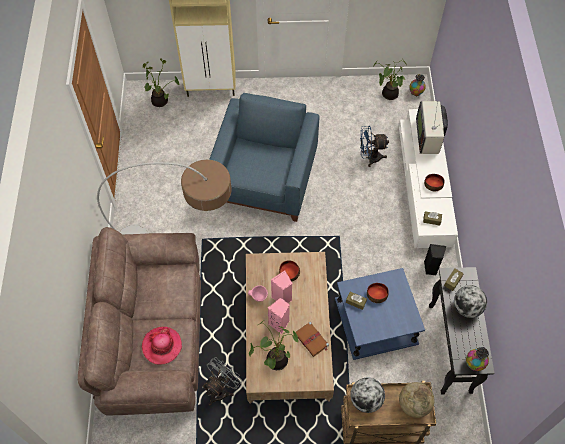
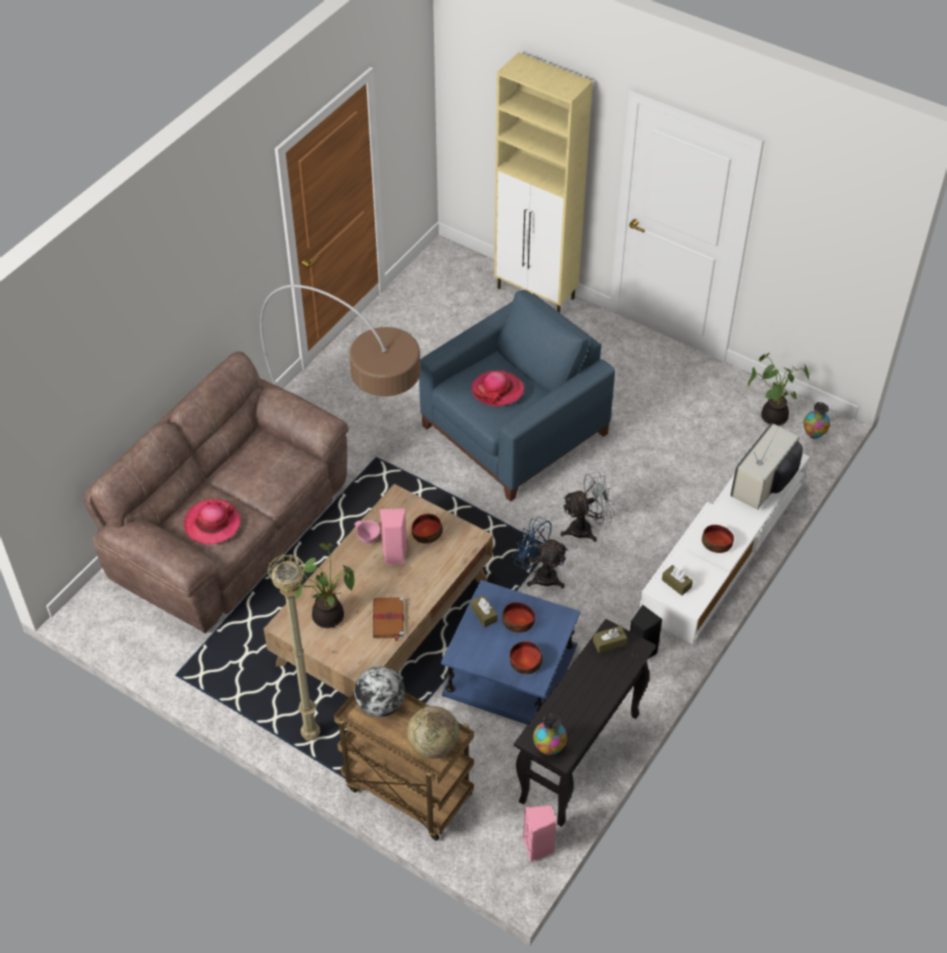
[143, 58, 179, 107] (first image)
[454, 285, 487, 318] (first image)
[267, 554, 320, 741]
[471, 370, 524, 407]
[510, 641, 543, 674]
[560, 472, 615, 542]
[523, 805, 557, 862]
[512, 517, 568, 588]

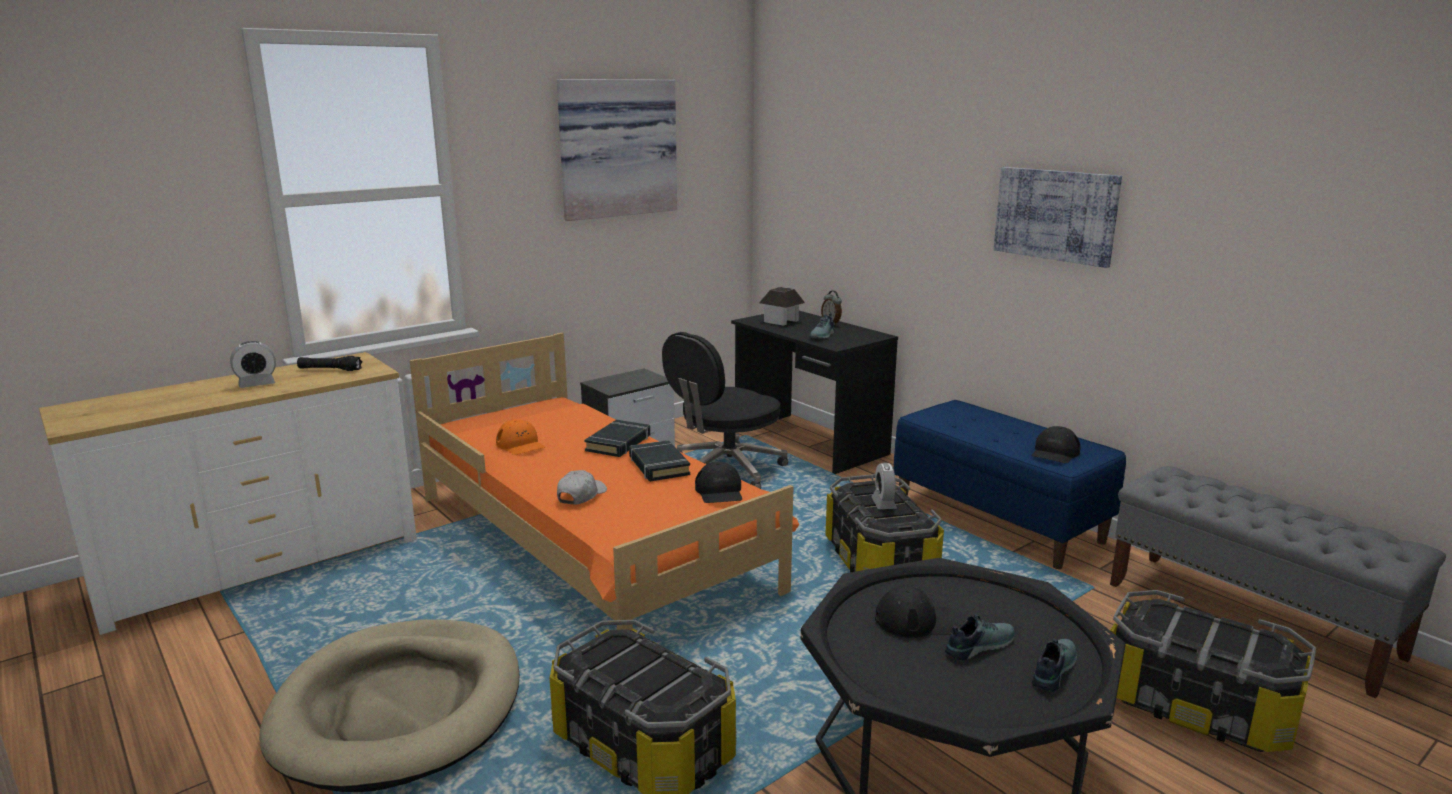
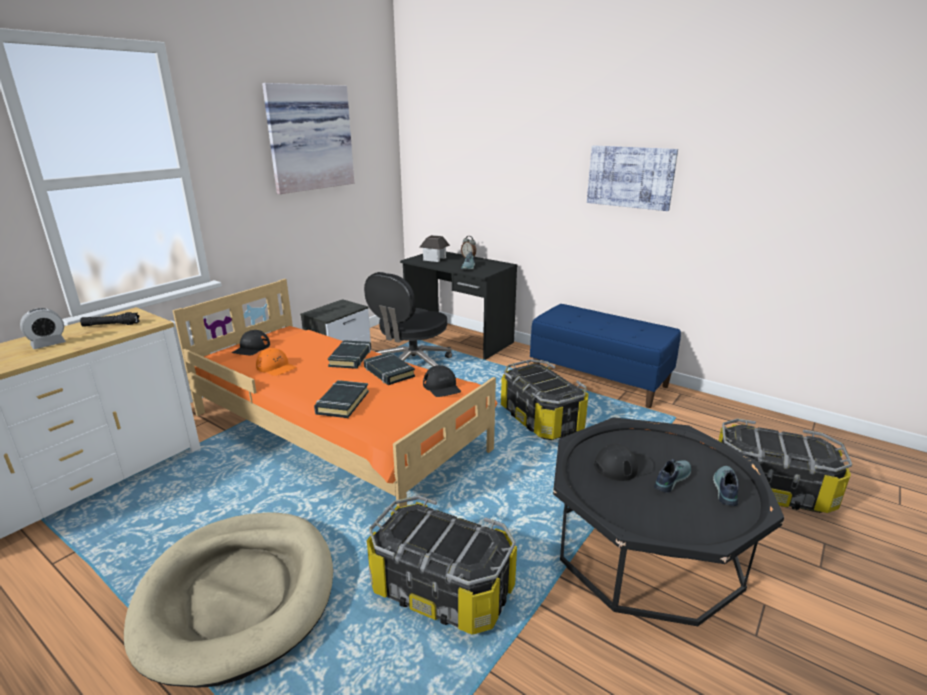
[871, 463, 897, 509] (first image)
[1110, 466, 1446, 698] (first image)
[232, 330, 270, 355]
[314, 380, 369, 418]

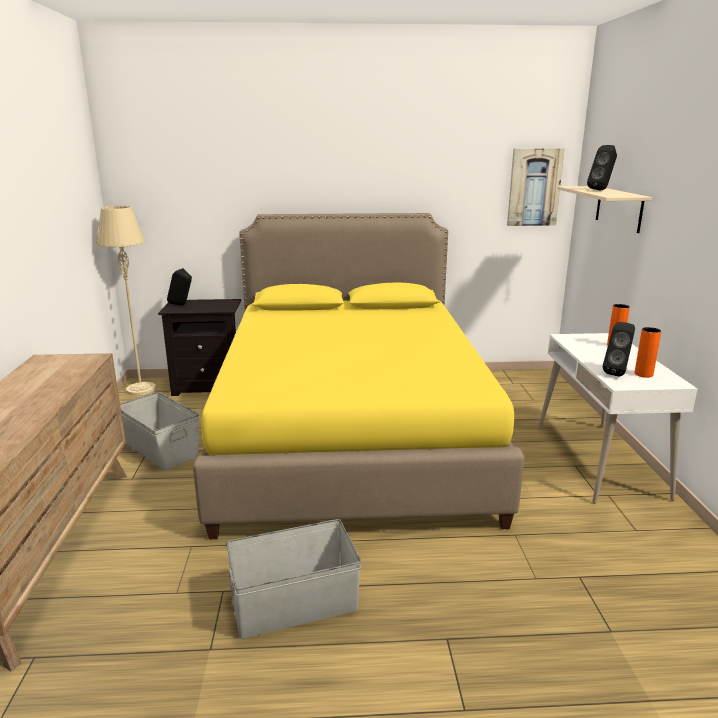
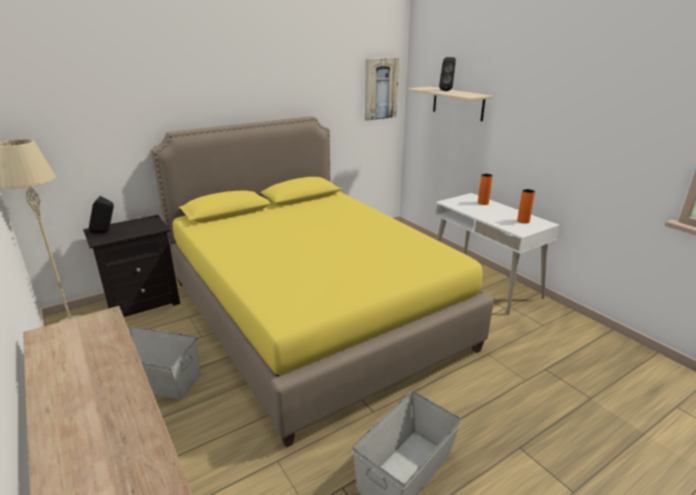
[603, 322, 635, 377] (first image)

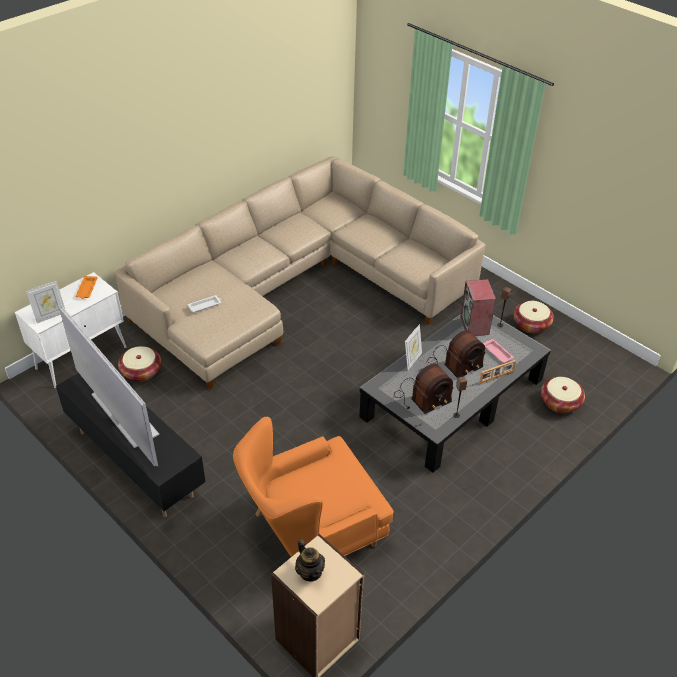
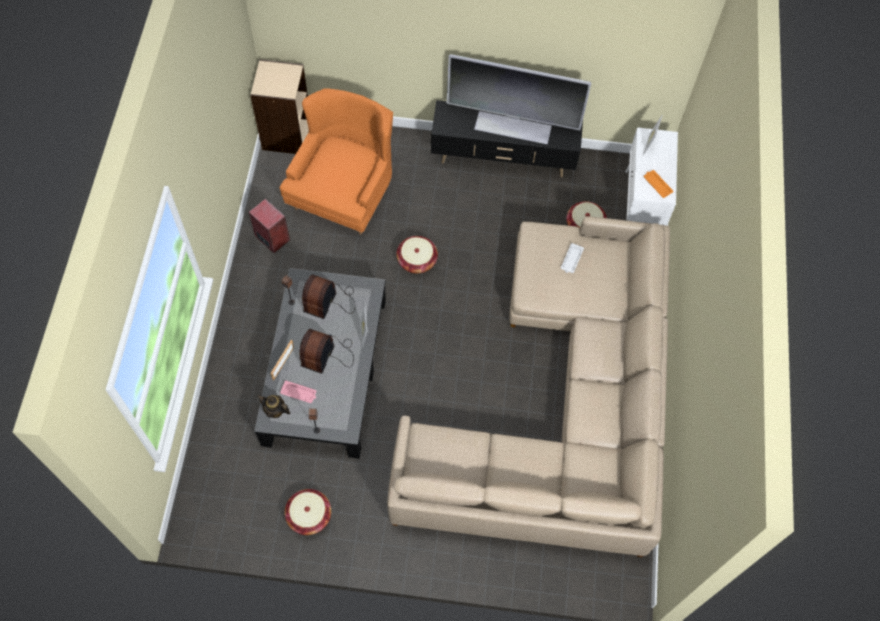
[257, 395, 290, 418]
[249, 199, 290, 253]
[396, 236, 438, 273]

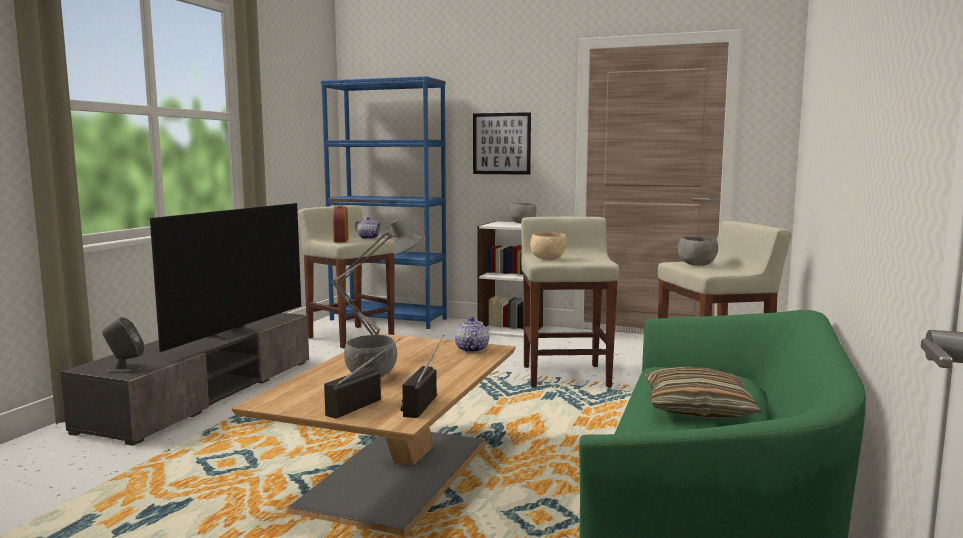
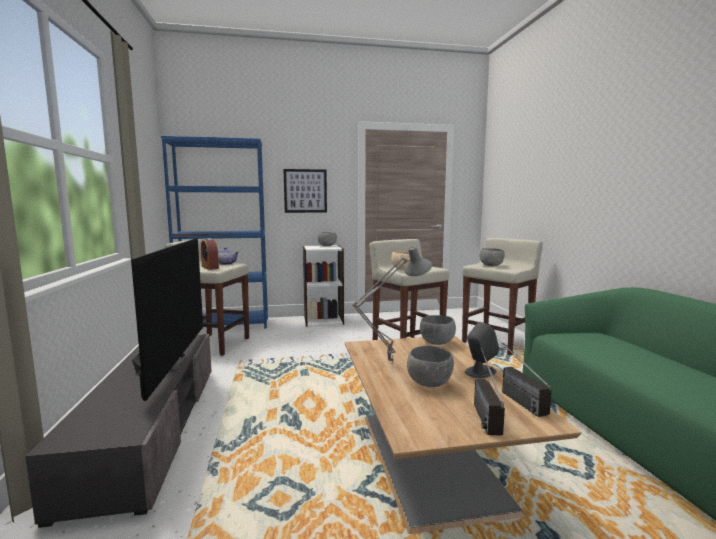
[645, 367, 762, 418] (first image)
[465, 322, 499, 378]
[420, 315, 456, 345]

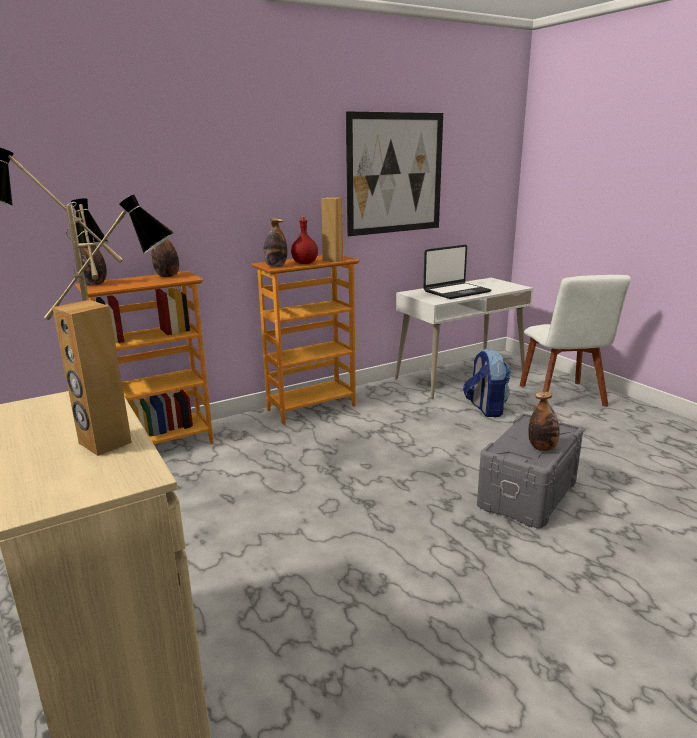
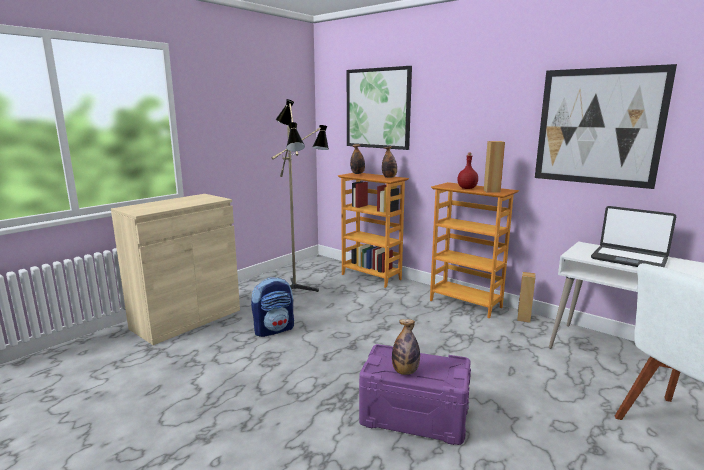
[263, 218, 287, 267] (first image)
[347, 66, 412, 150]
[517, 272, 536, 323]
[251, 277, 294, 337]
[359, 344, 471, 445]

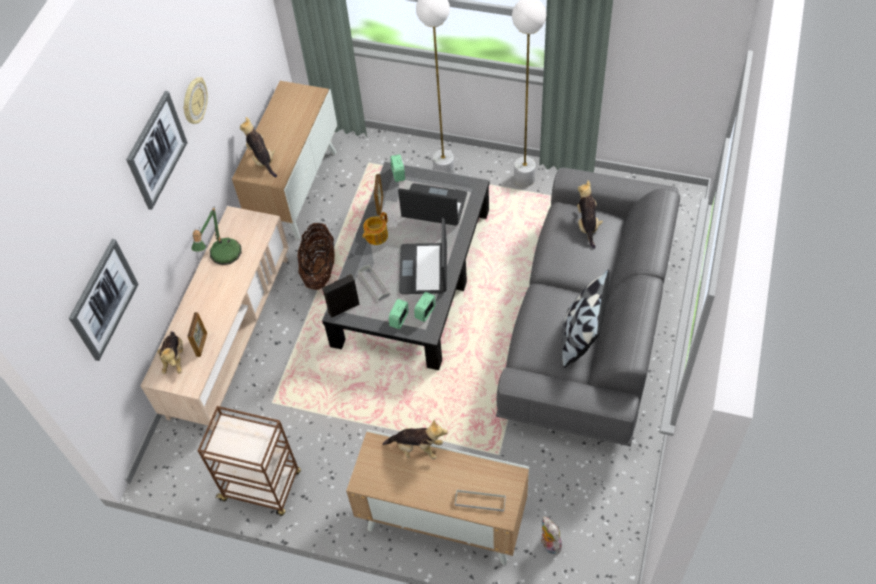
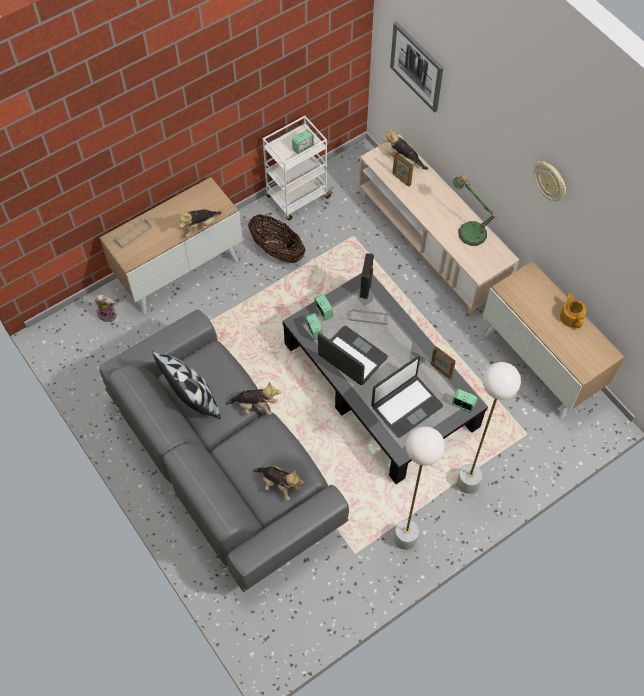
[126, 91, 188, 210] (first image)
[292, 130, 314, 154]
[226, 382, 281, 415]
[248, 214, 305, 263]
[560, 293, 586, 328]
[263, 116, 332, 221]

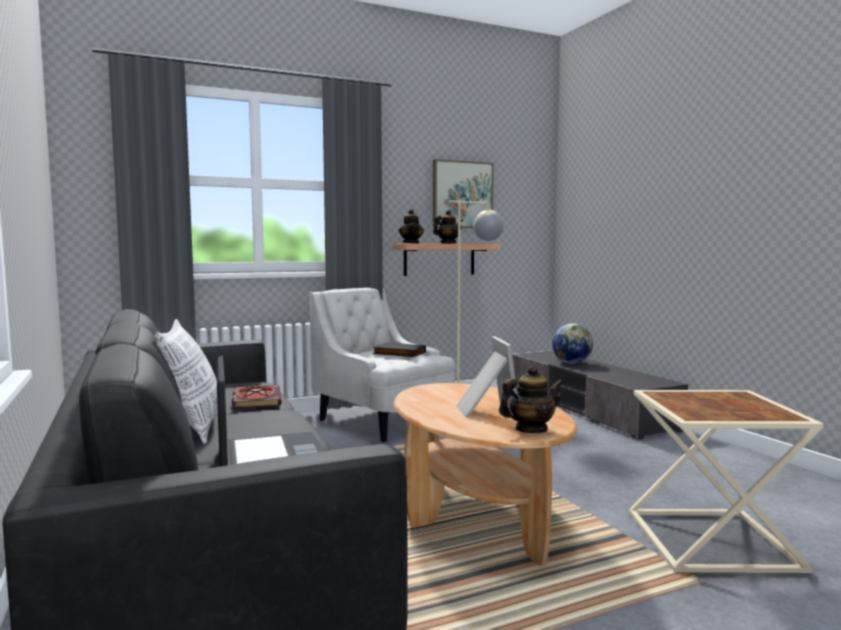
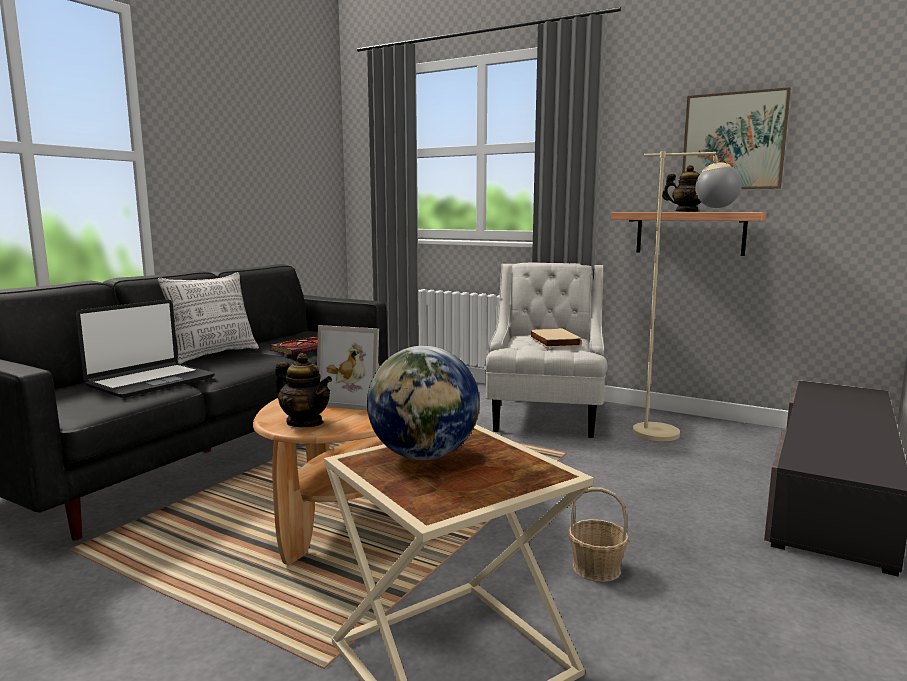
[398, 209, 424, 244] (first image)
[568, 487, 629, 582]
[367, 346, 479, 460]
[530, 328, 582, 348]
[317, 325, 380, 411]

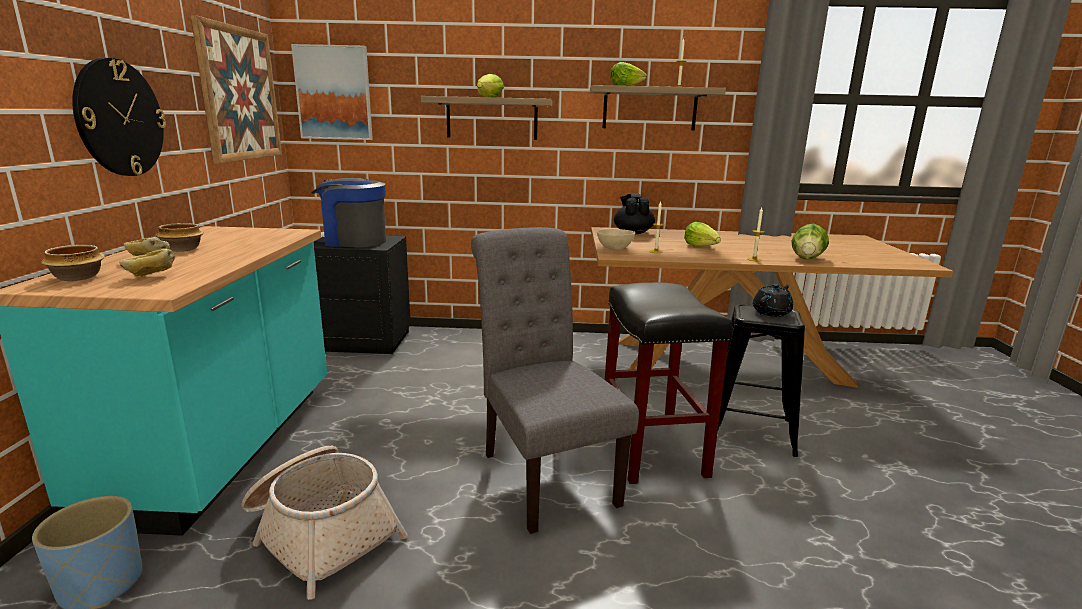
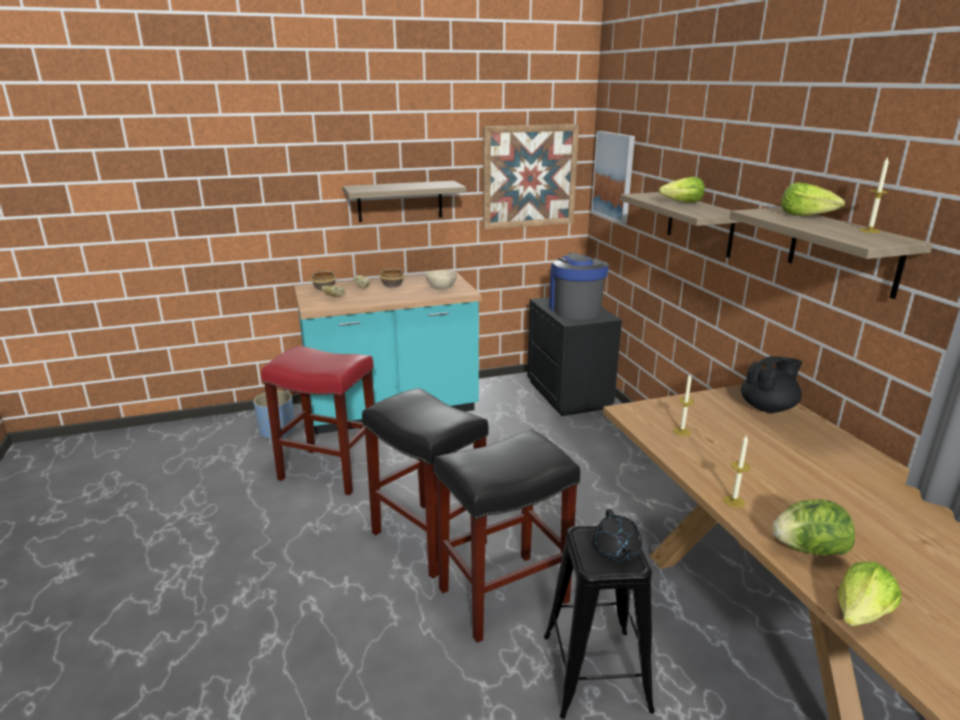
[425, 270, 457, 289]
[838, 561, 901, 626]
[342, 181, 467, 222]
[261, 346, 375, 495]
[362, 388, 489, 578]
[592, 509, 642, 562]

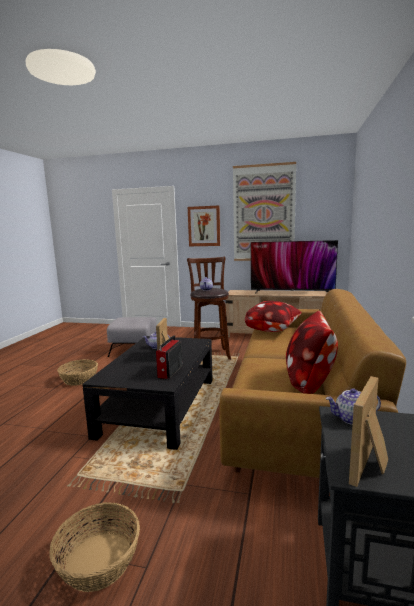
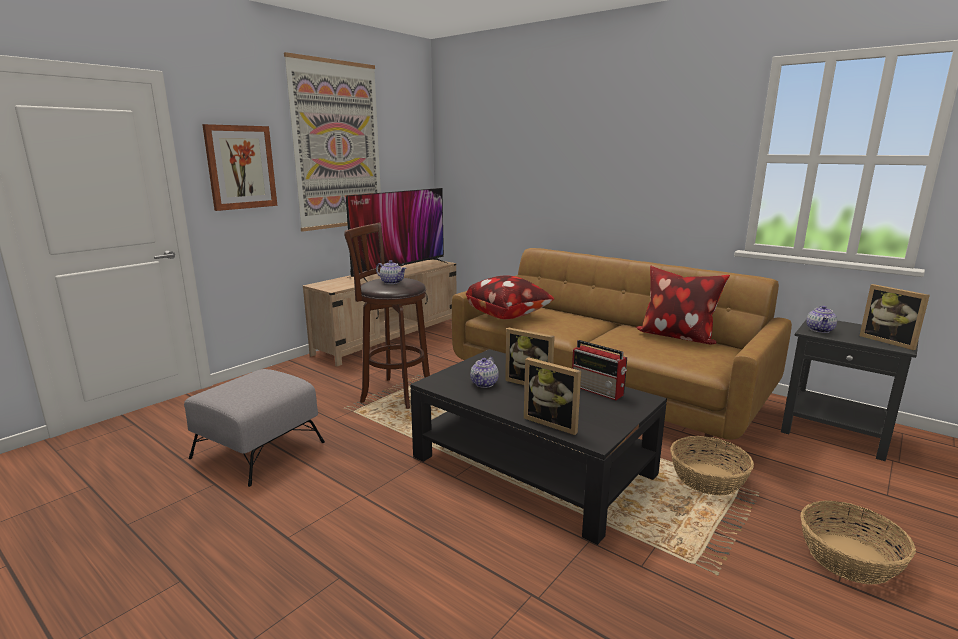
[524, 357, 581, 435]
[670, 436, 754, 495]

